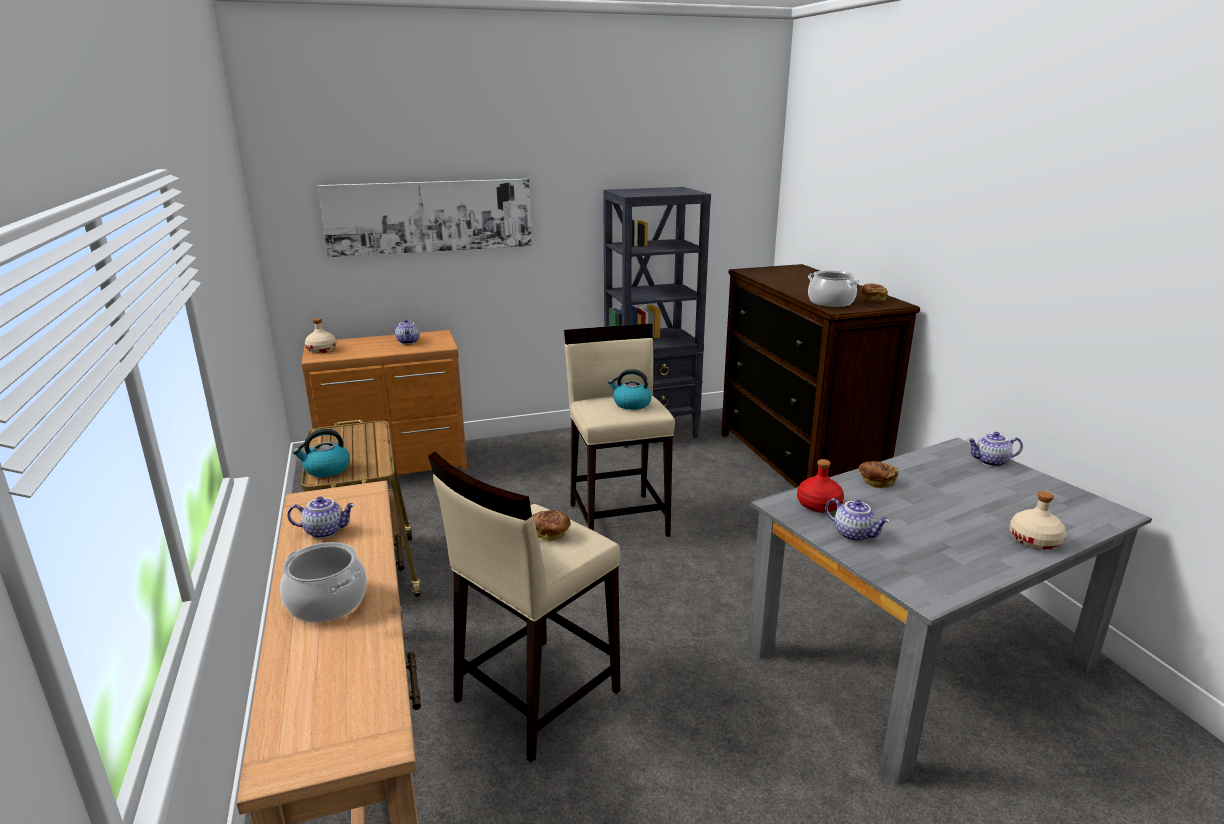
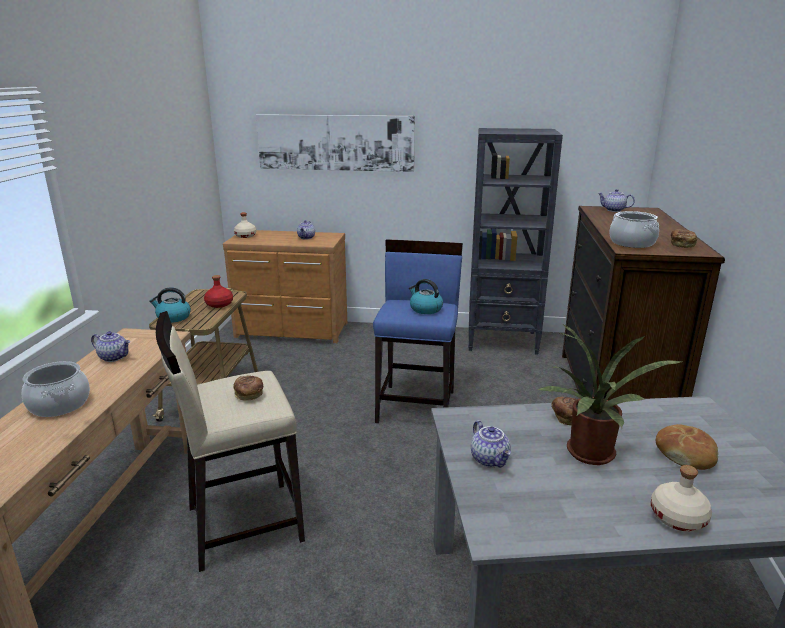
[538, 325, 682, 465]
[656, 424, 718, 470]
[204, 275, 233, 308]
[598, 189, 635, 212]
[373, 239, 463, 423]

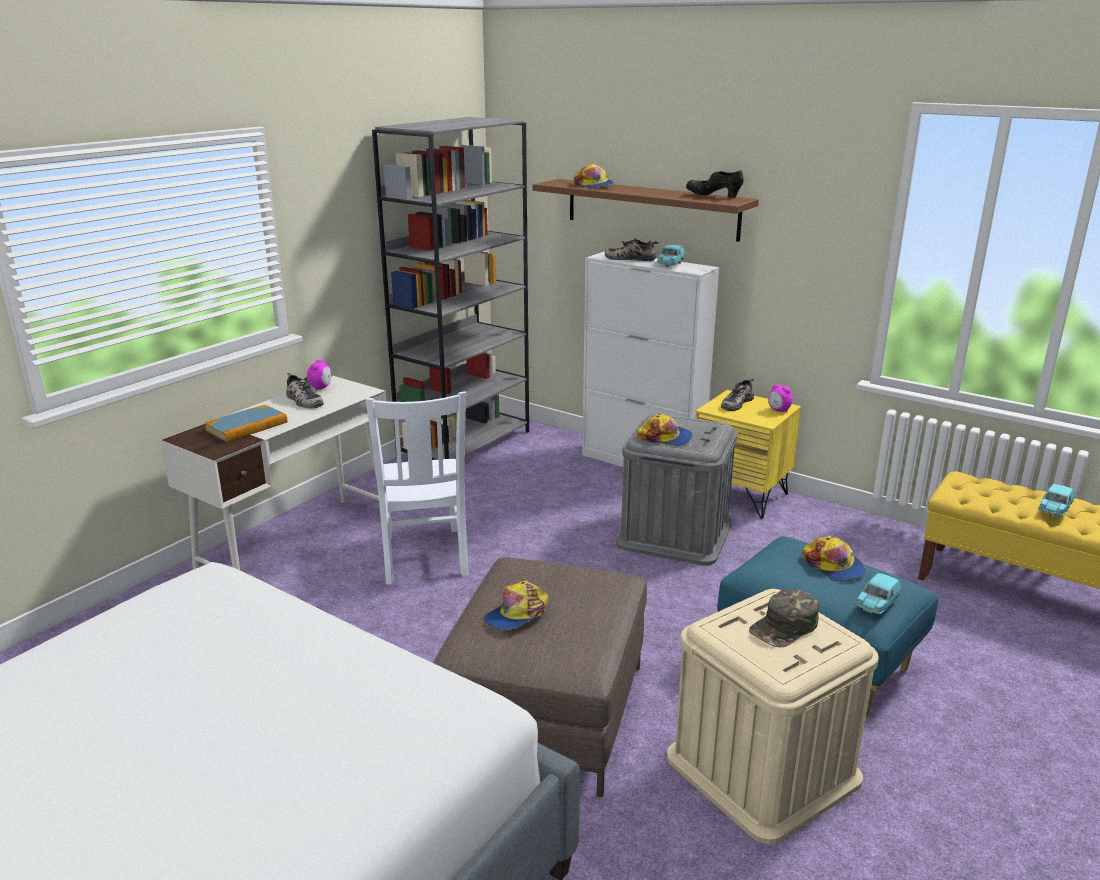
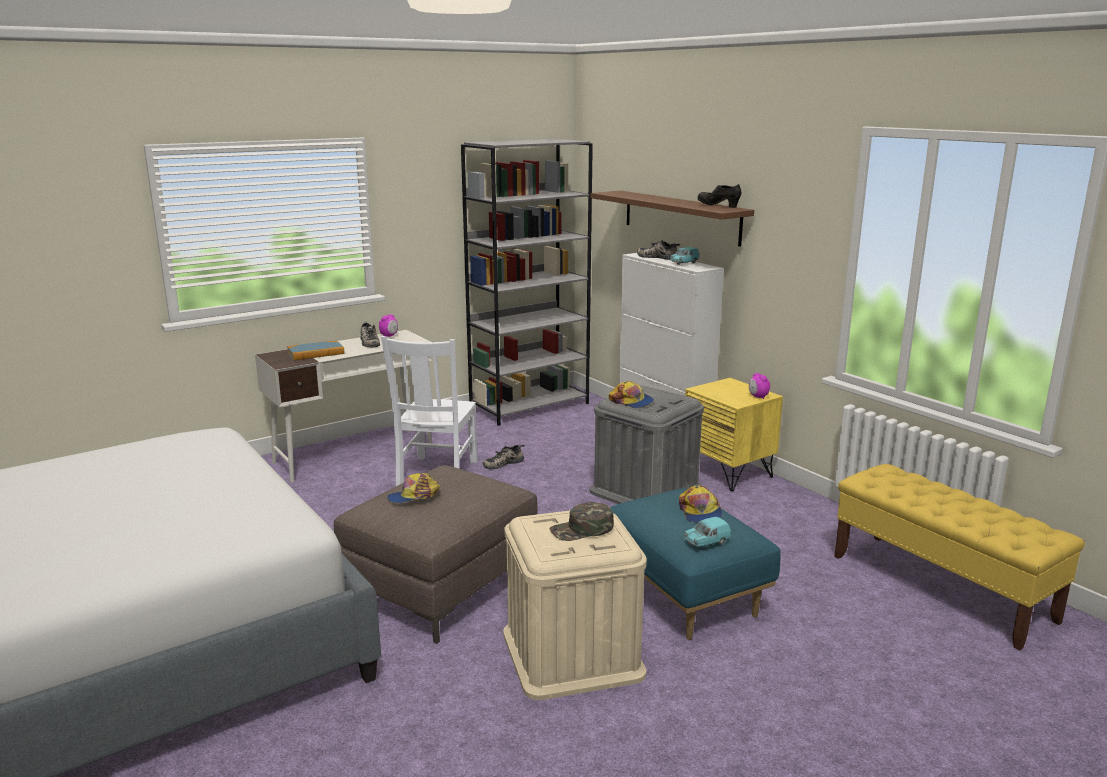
[574, 164, 614, 188] (first image)
[1038, 484, 1075, 516] (first image)
[483, 444, 525, 469]

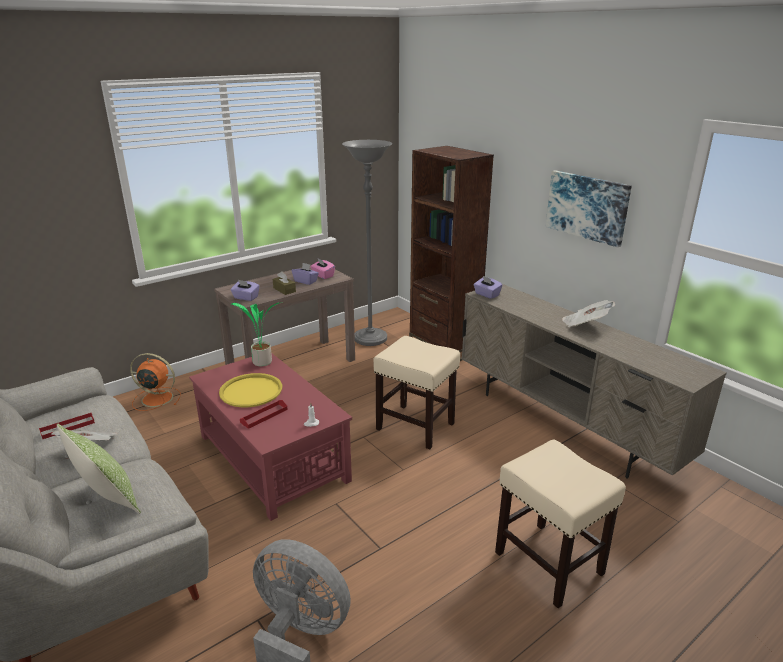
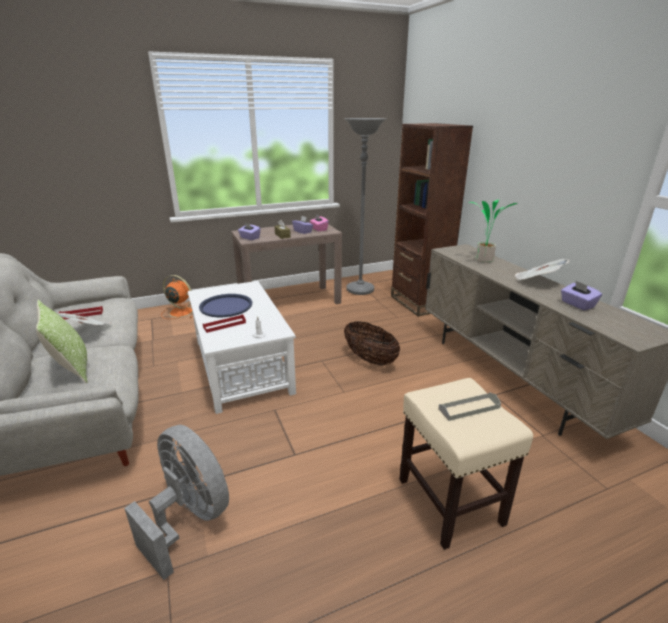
[546, 170, 632, 247] (first image)
[438, 392, 501, 421]
[468, 200, 518, 263]
[561, 281, 602, 310]
[344, 321, 400, 365]
[188, 281, 296, 414]
[199, 294, 252, 317]

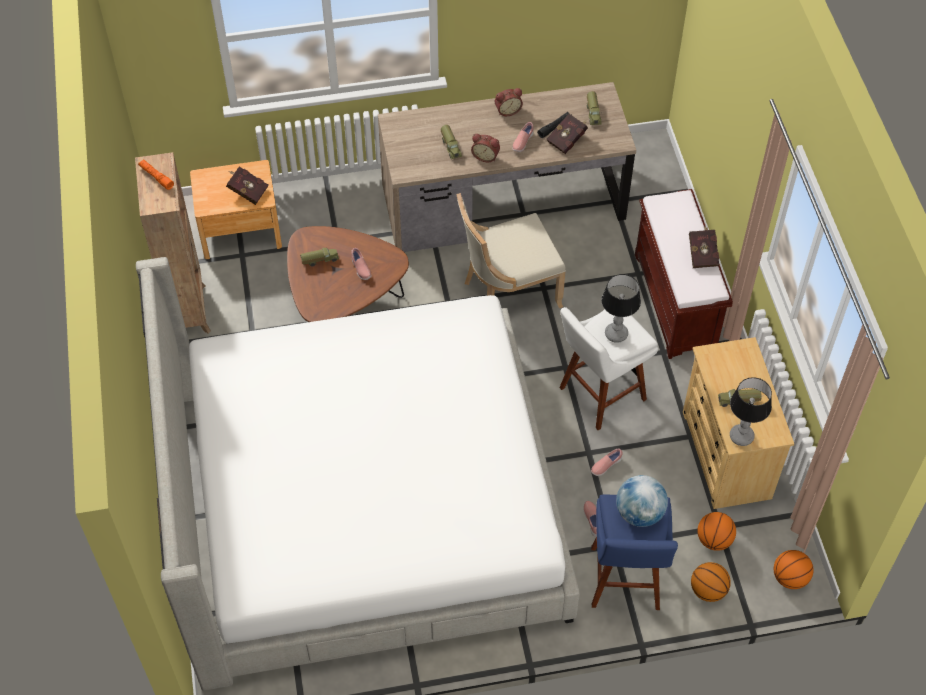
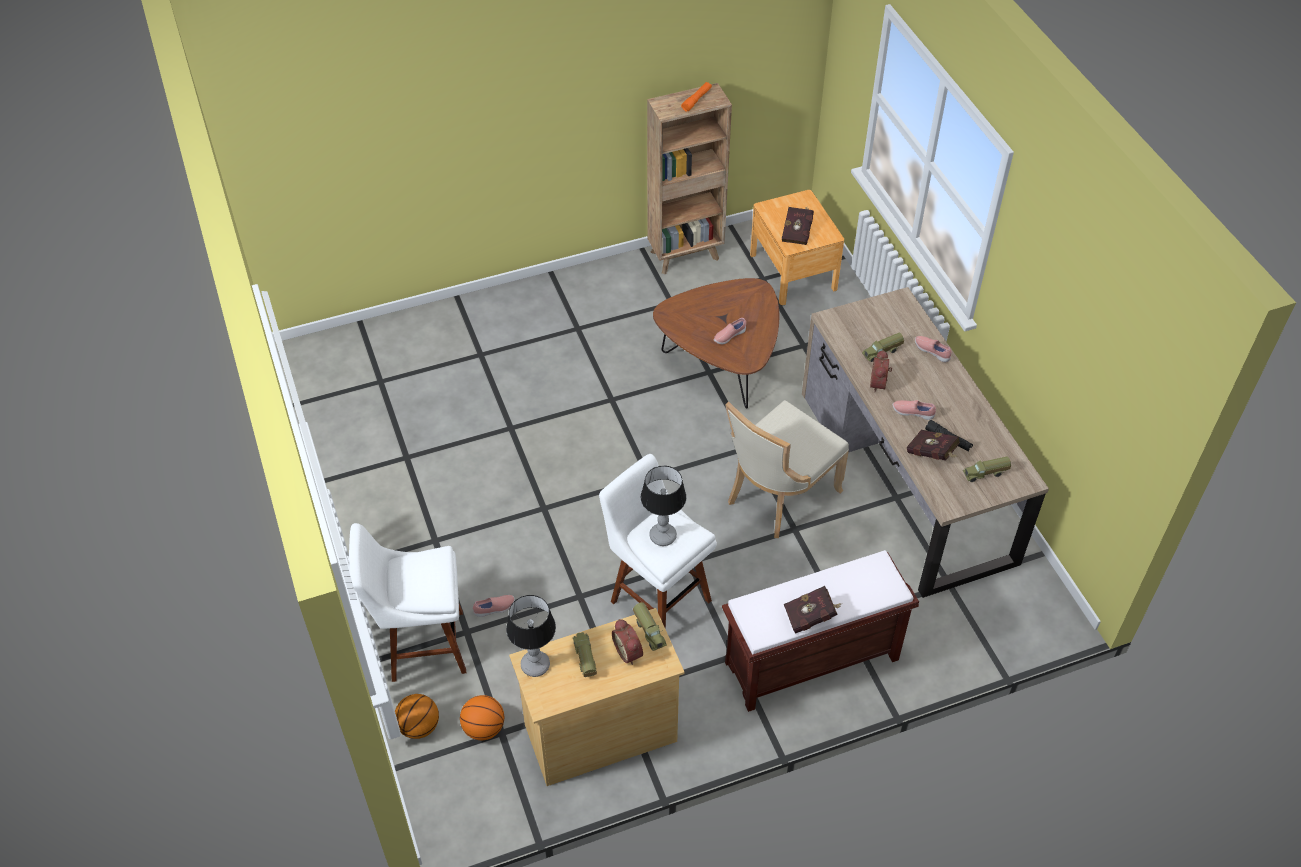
[136, 257, 580, 691] (first image)
[616, 475, 668, 527] (first image)
[774, 550, 814, 589] (first image)
[633, 602, 667, 651]
[612, 619, 643, 665]
[915, 336, 952, 362]
[349, 523, 466, 682]
[725, 400, 849, 538]

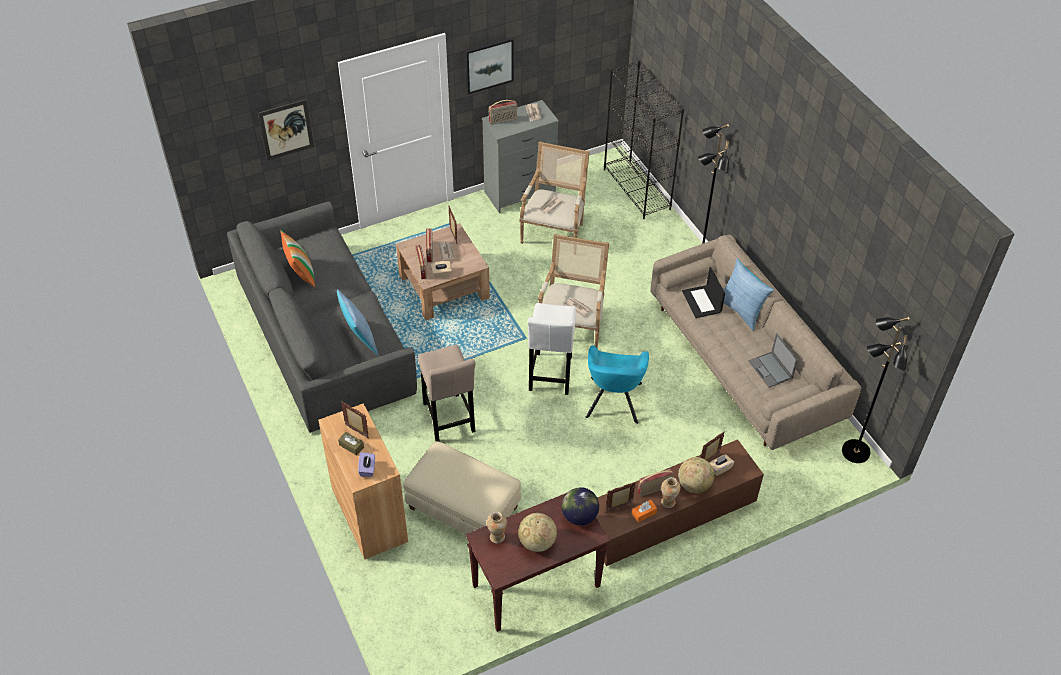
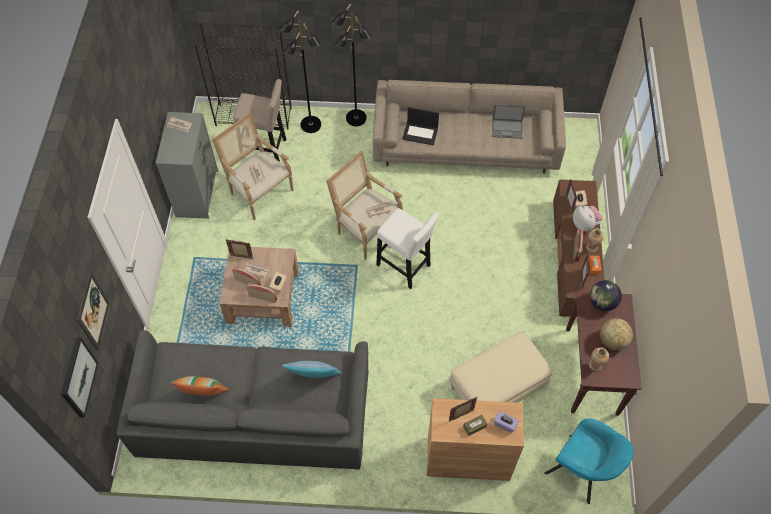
[488, 100, 517, 125] (first image)
[724, 258, 774, 331] (first image)
[233, 79, 286, 162]
[61, 337, 98, 418]
[545, 418, 634, 504]
[279, 10, 321, 133]
[573, 206, 603, 232]

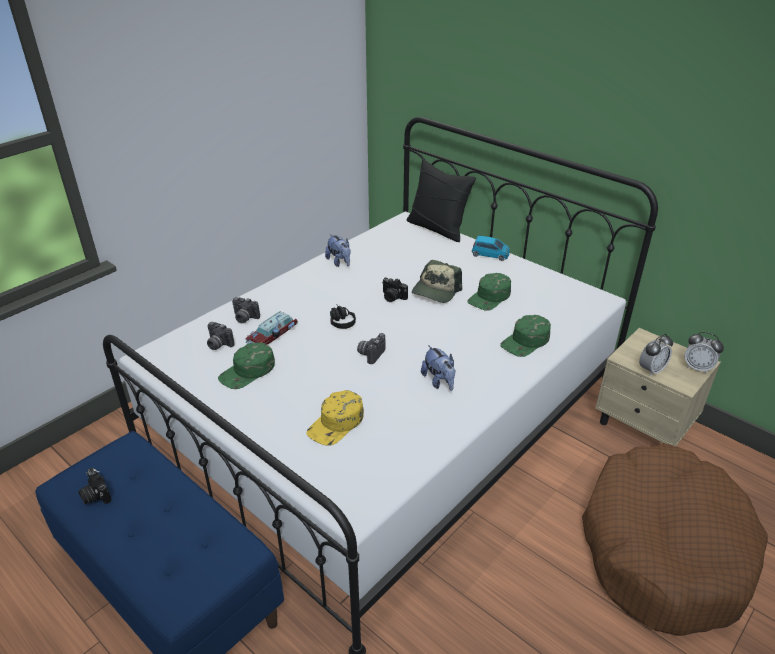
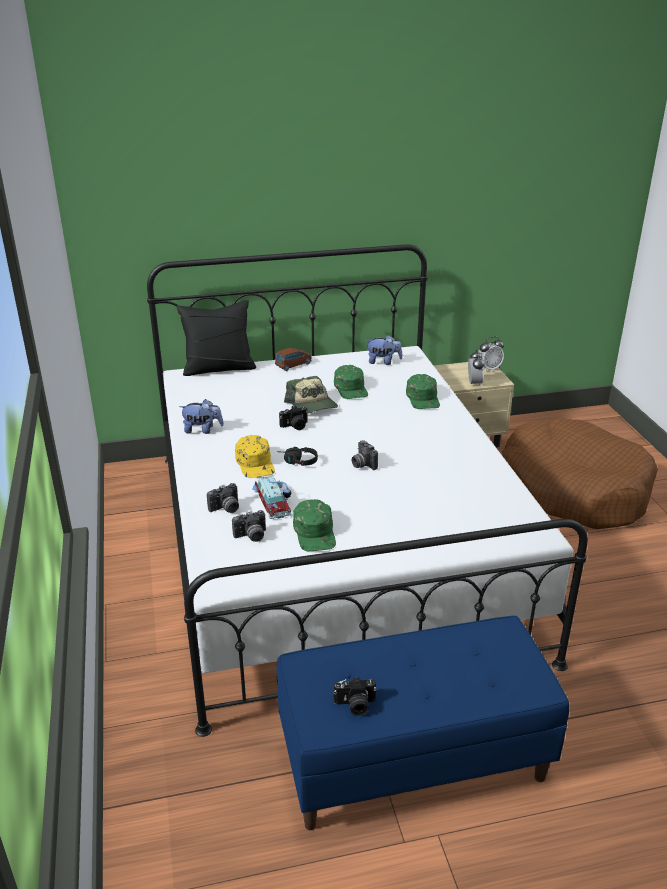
[235, 435, 275, 478]
[366, 335, 402, 365]
[275, 347, 312, 371]

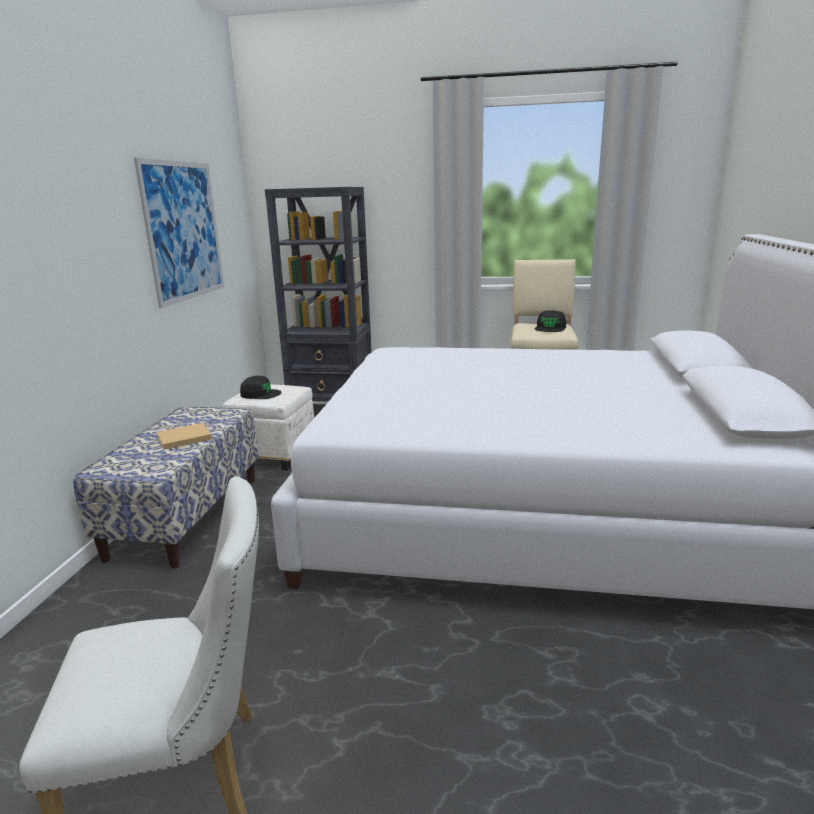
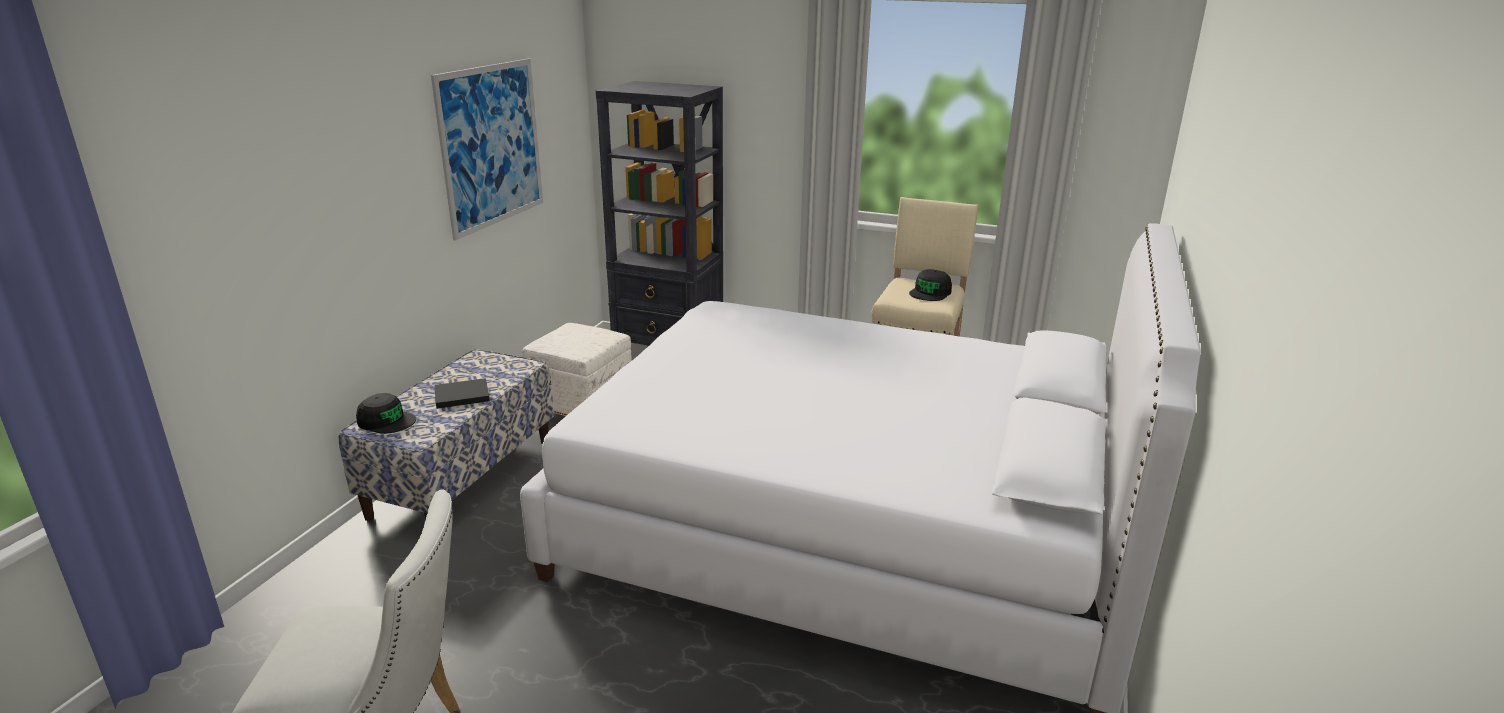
[356, 393, 416, 434]
[435, 378, 490, 409]

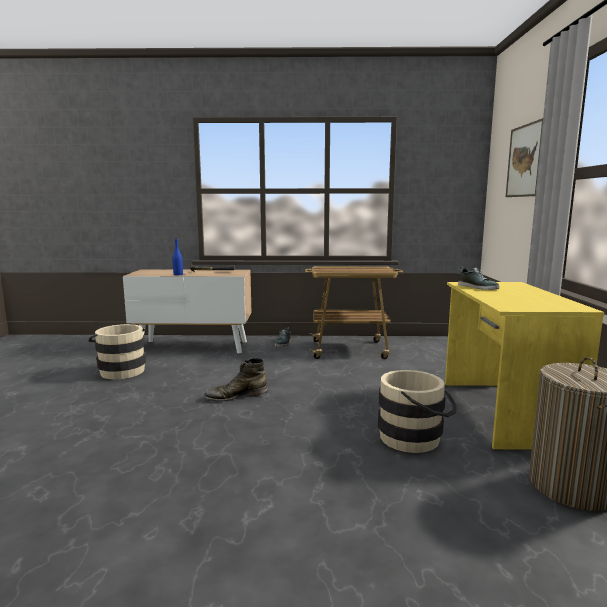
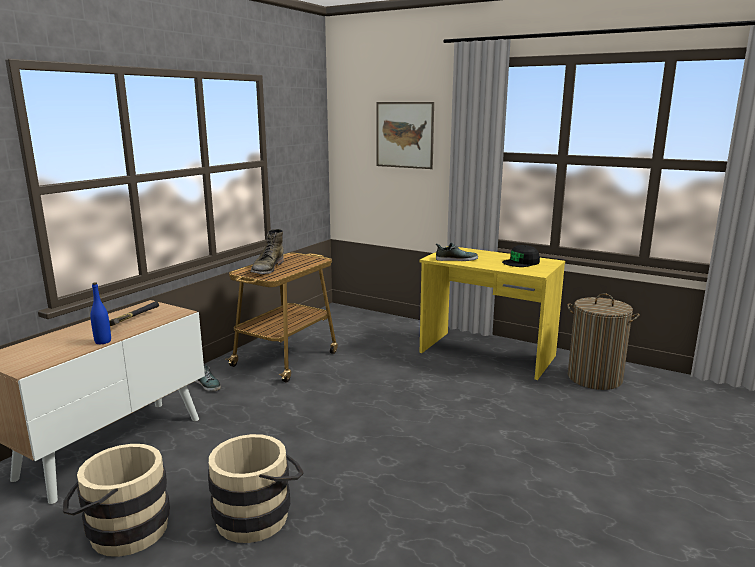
[502, 245, 540, 267]
[251, 229, 284, 274]
[208, 434, 304, 543]

